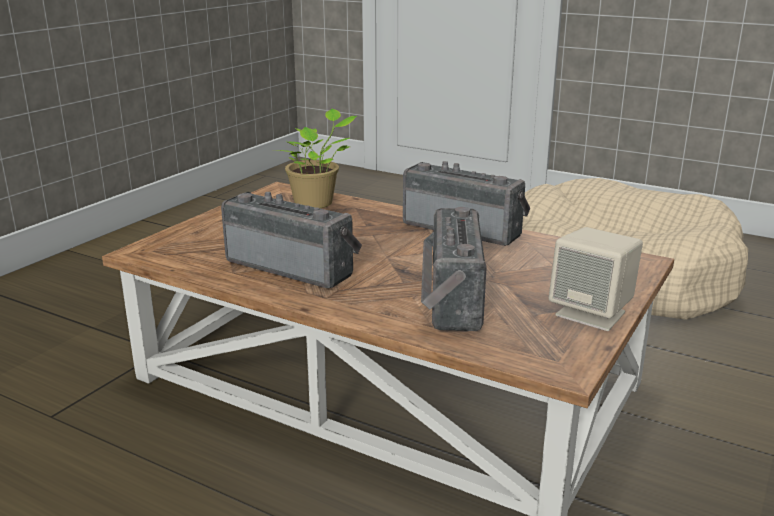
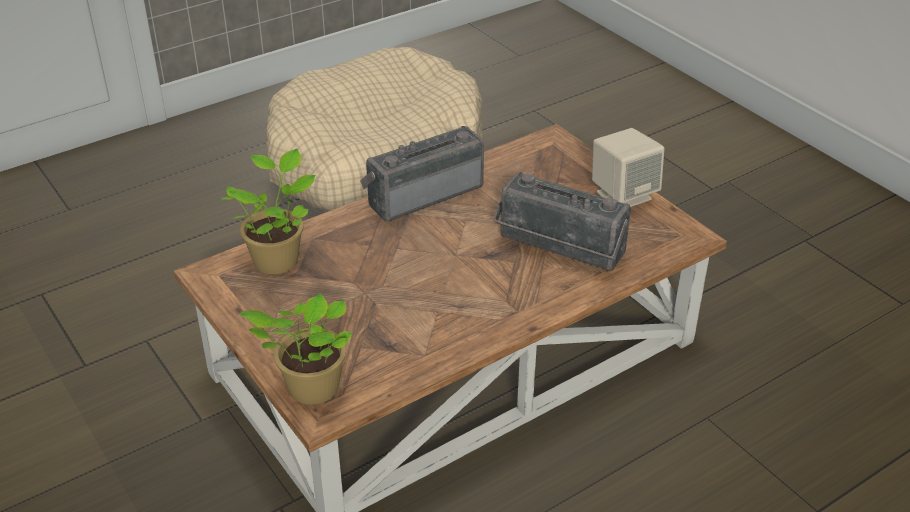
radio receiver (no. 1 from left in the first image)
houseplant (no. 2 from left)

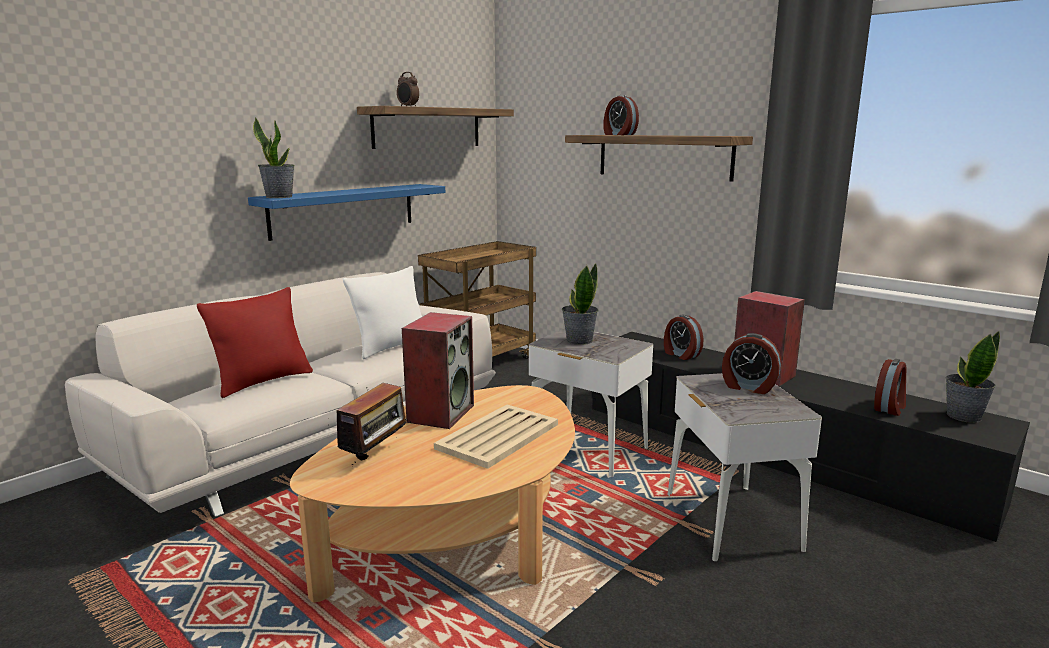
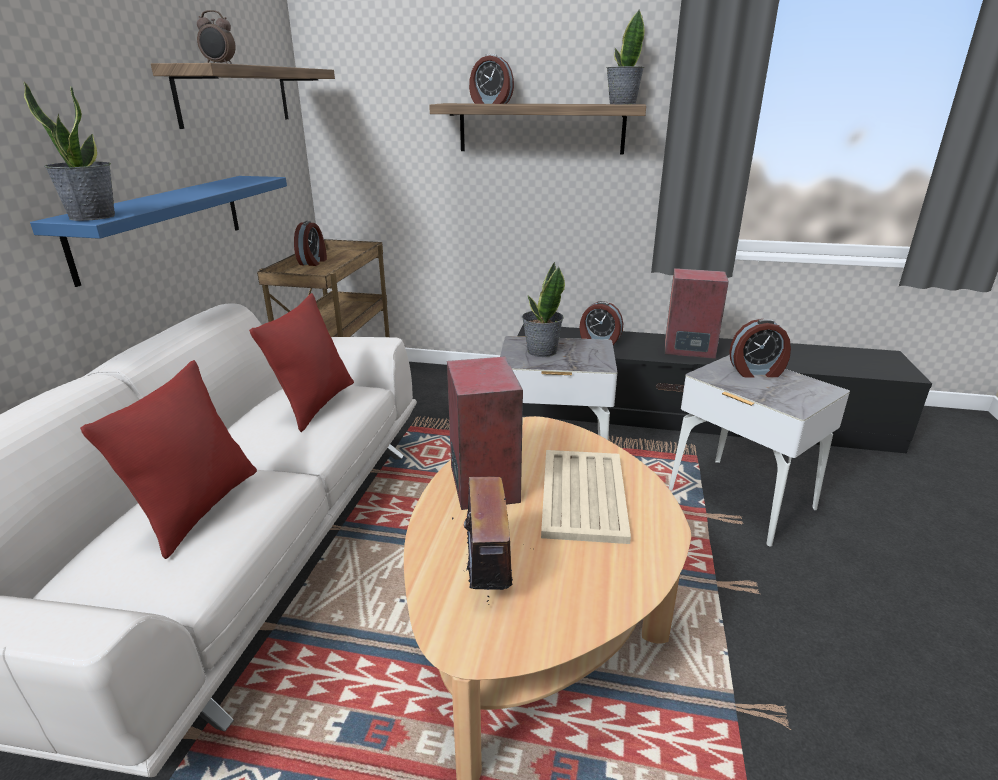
red-coloured pillow (no. 2 from left)
table clock (no. 2 from left)
houseplant (no. 3 from left)

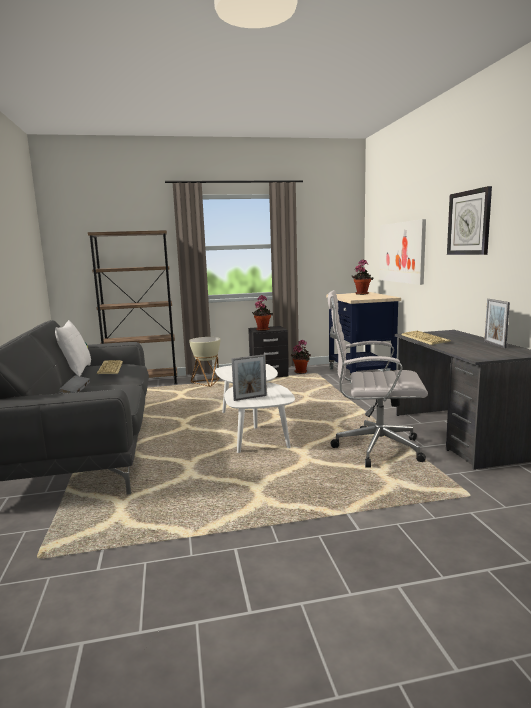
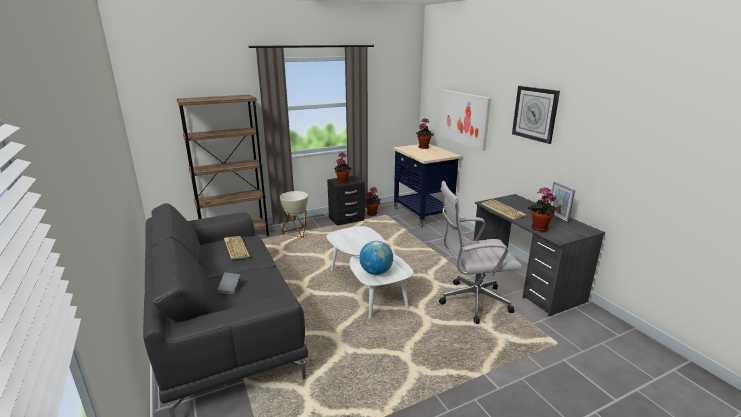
white pillow
desk globe
houseplant (no. 4 from left)

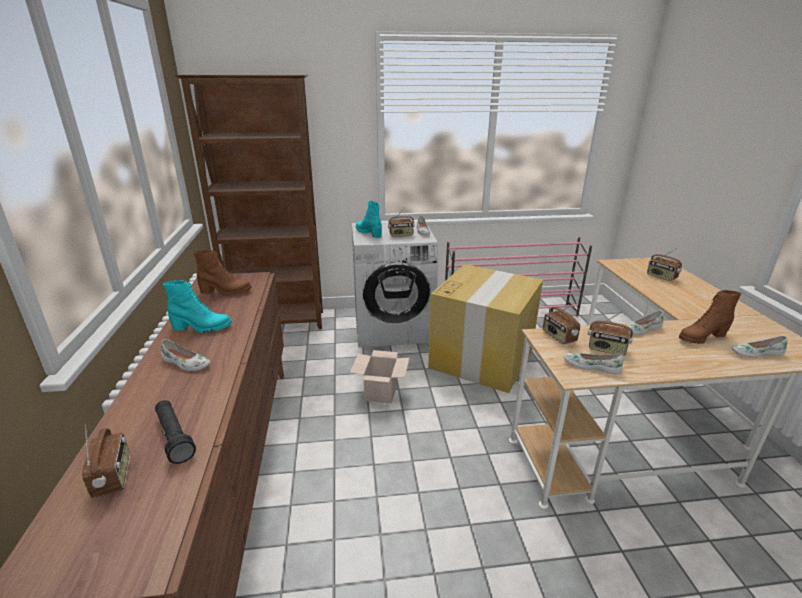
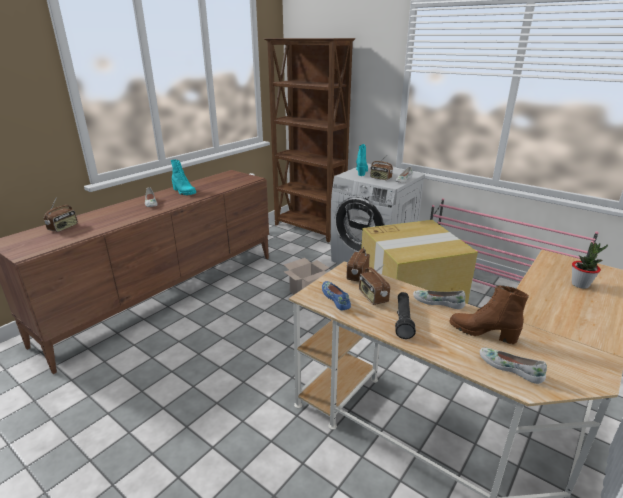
black-coloured flashlight
brownish boot (no. 1 from left in the first image)
blue low shoe
houseplant

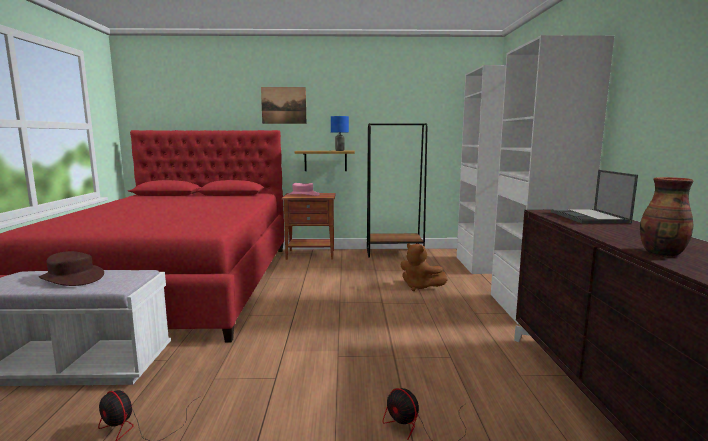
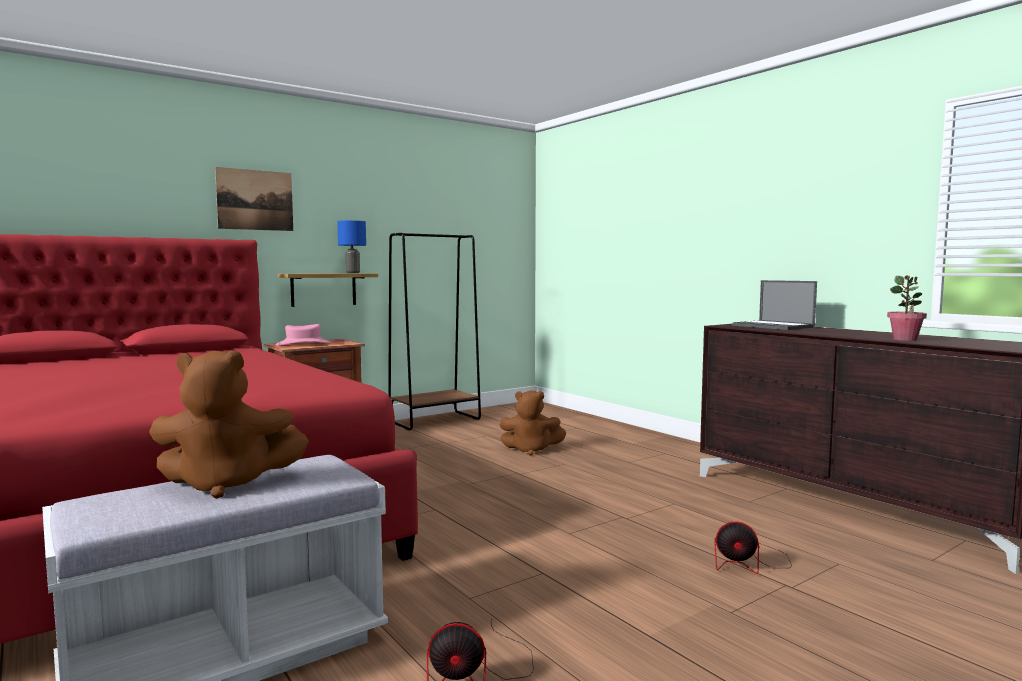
brownish plush toy (no. 1 from left)
white wardrobe
houseplant

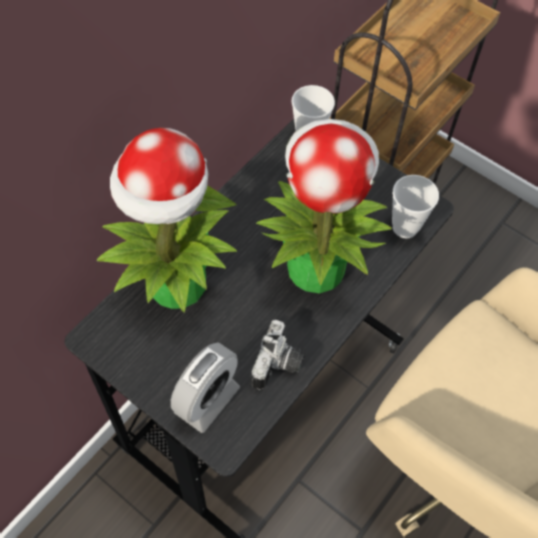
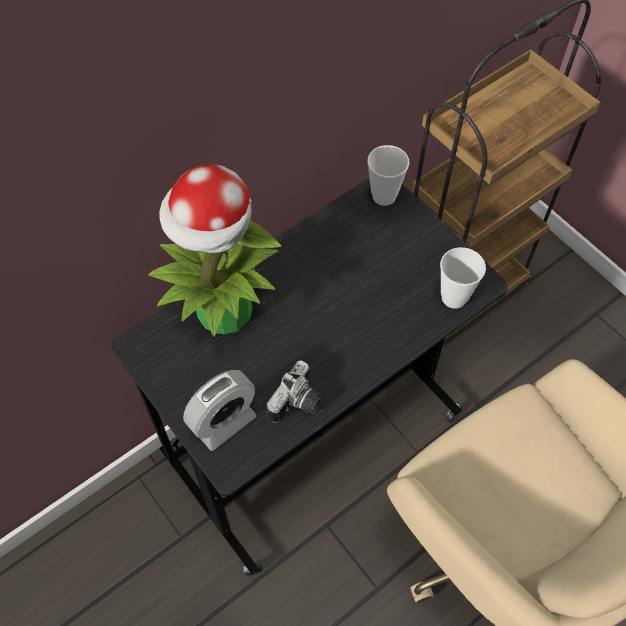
houseplant (no. 2 from left in the first image)

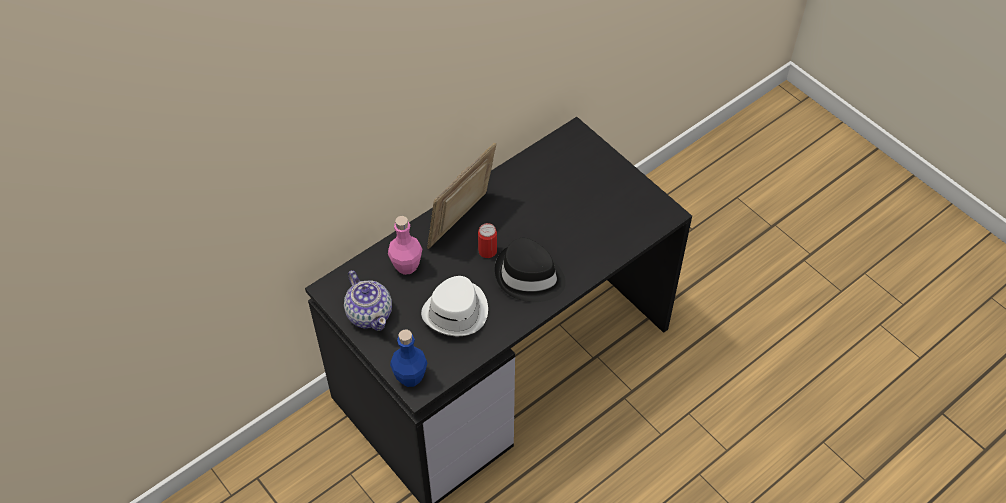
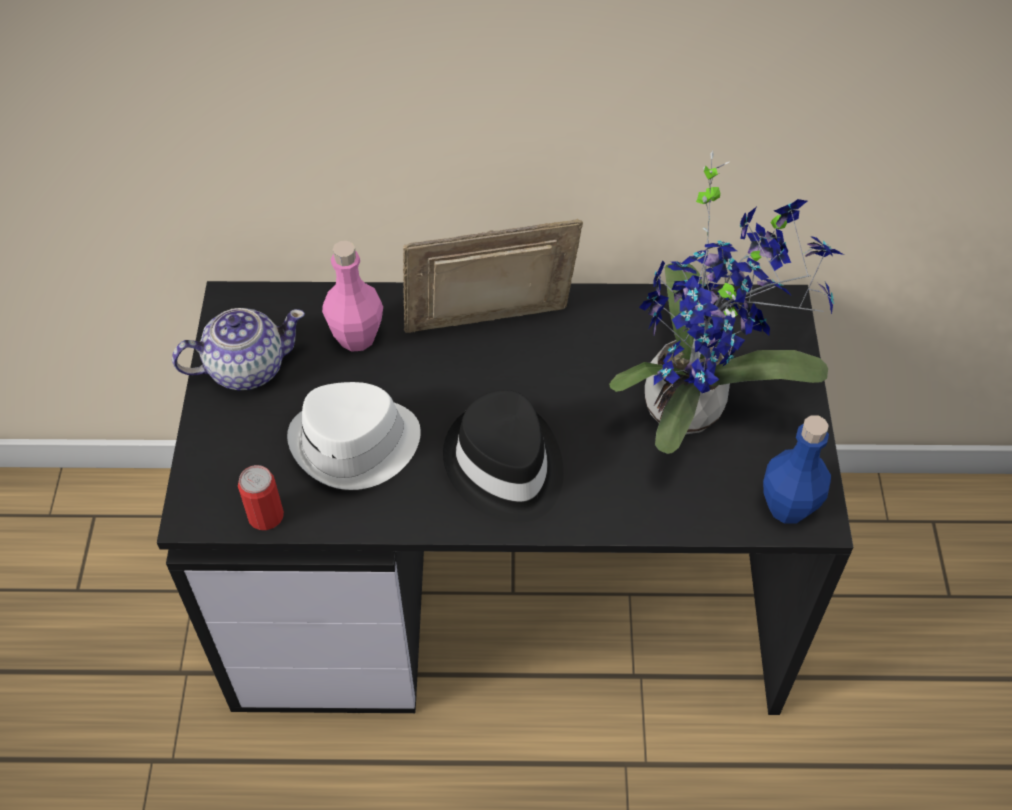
pot for tea
blue bottle
can
houseplant

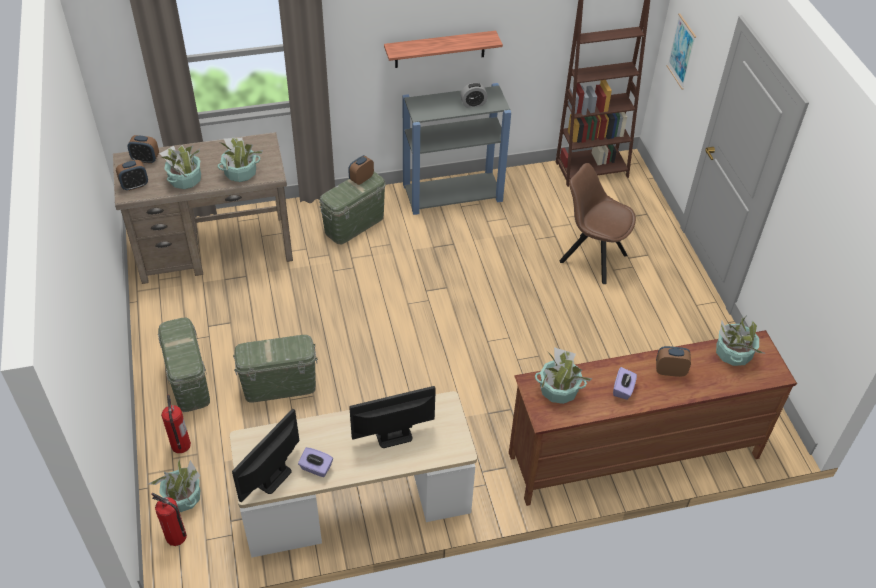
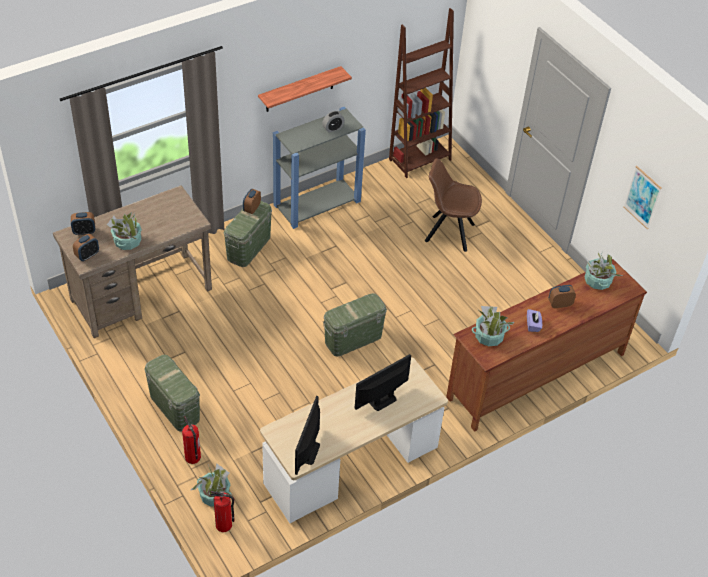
houseplant (no. 3 from left in the first image)
green storage container (no. 3 from left)
purple tissue holder (no. 1 from left in the first image)
wall picture

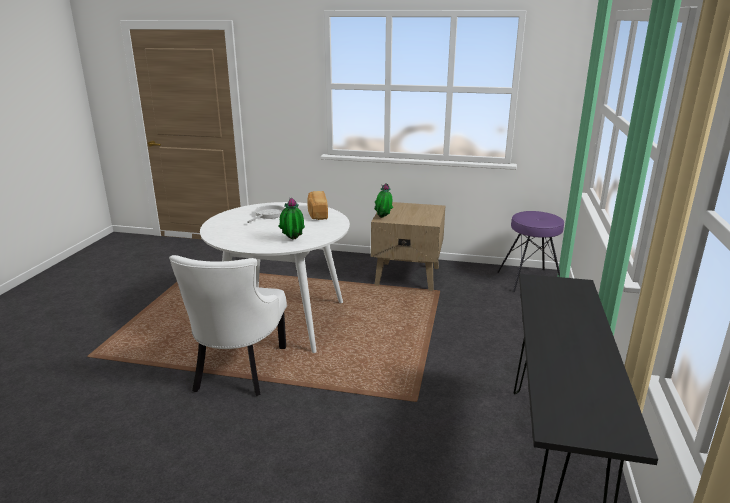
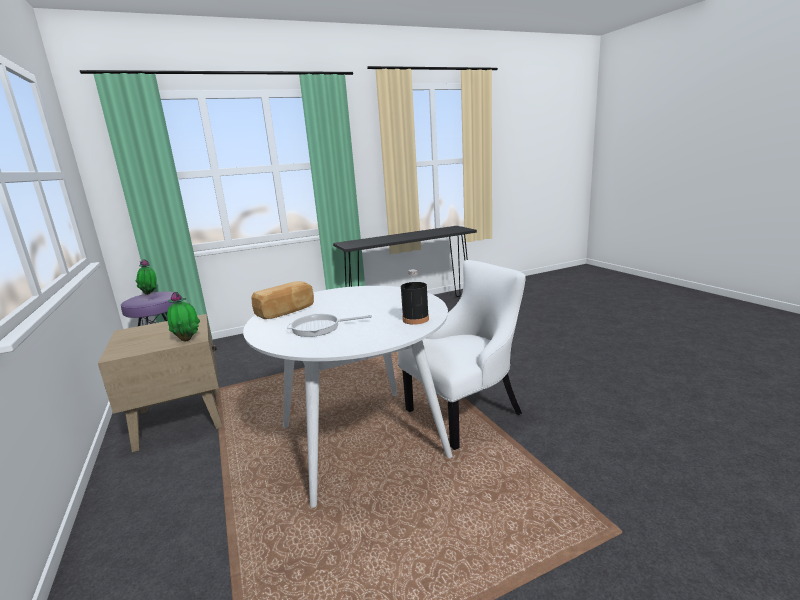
houseplant (no. 1 from left)
black-coloured bottle

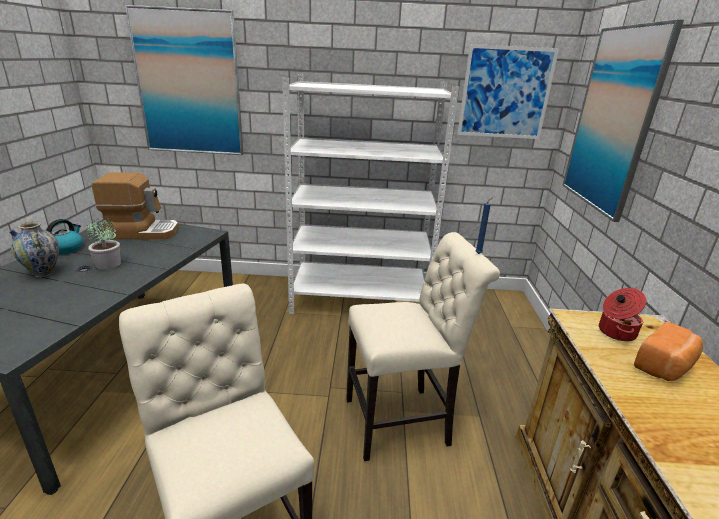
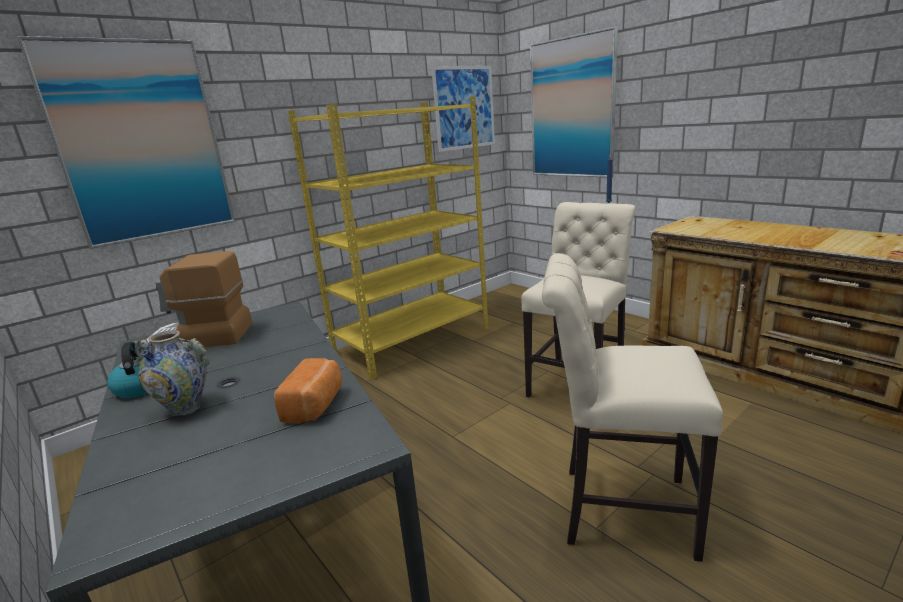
houseplant
coffee maker
yellow-coloured shelving unit
saucepot
bakery bread

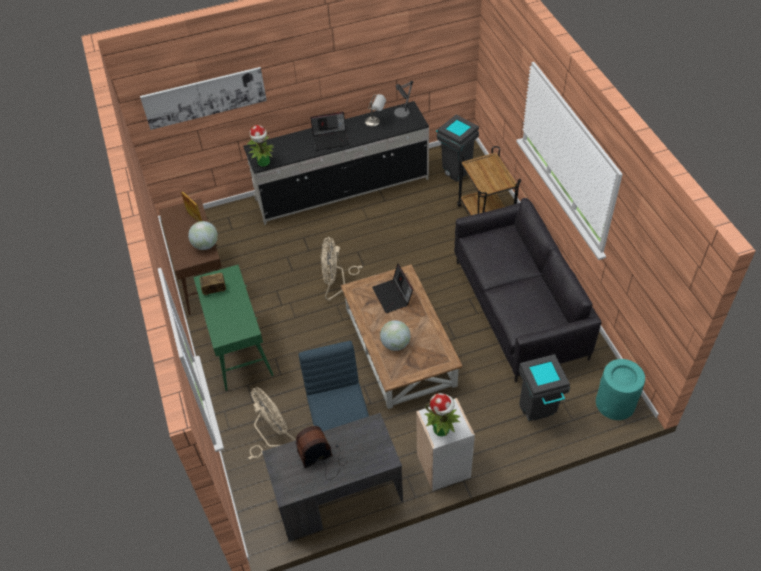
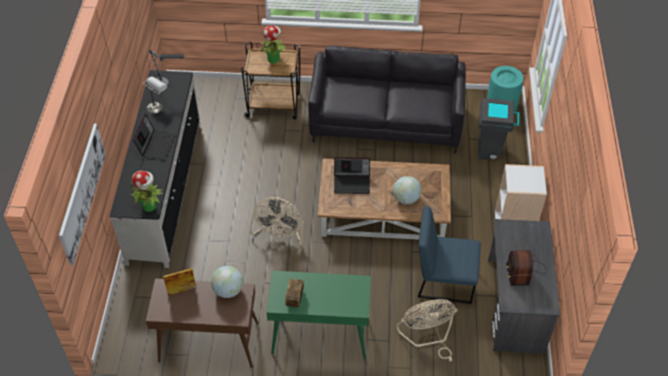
houseplant (no. 2 from left)
gray waste bin (no. 1 from left in the first image)

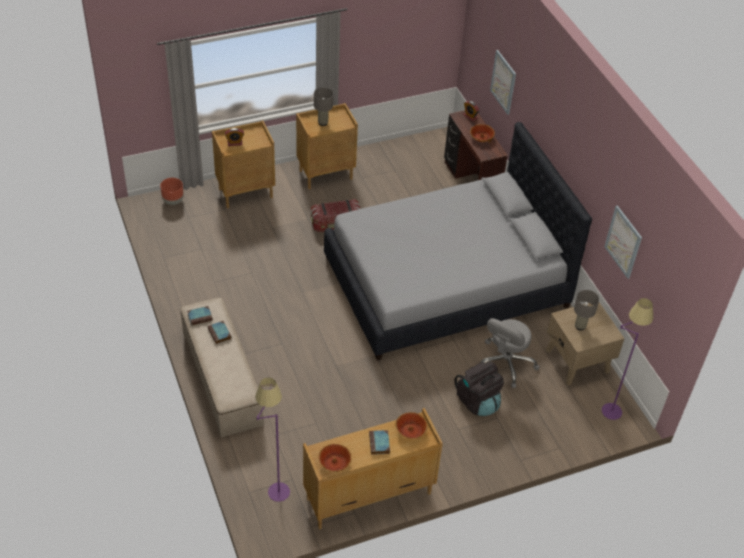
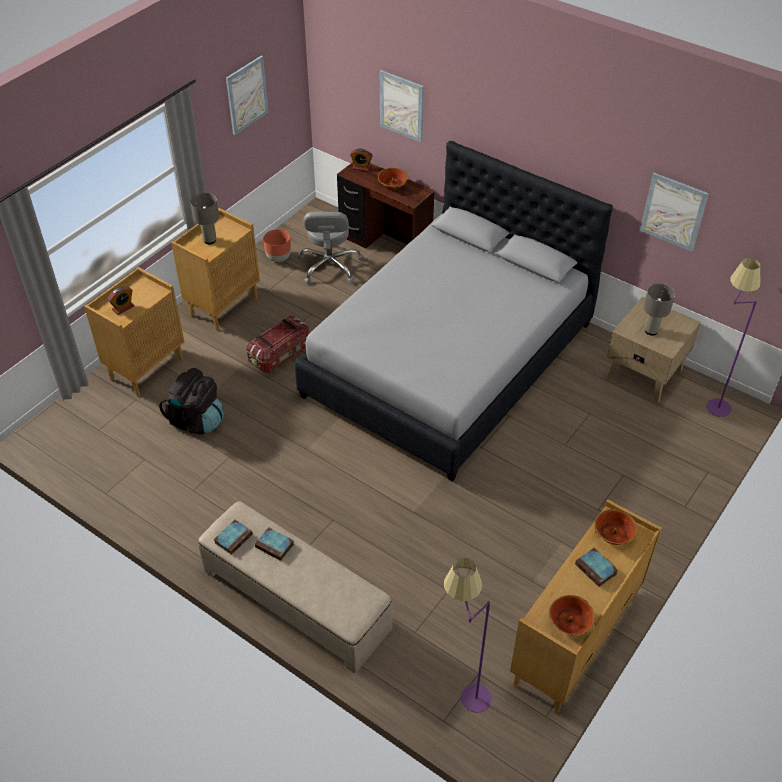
brownish flower pot
black-coloured rucksack
gray computer chair
wall picture (no. 1 from left)

